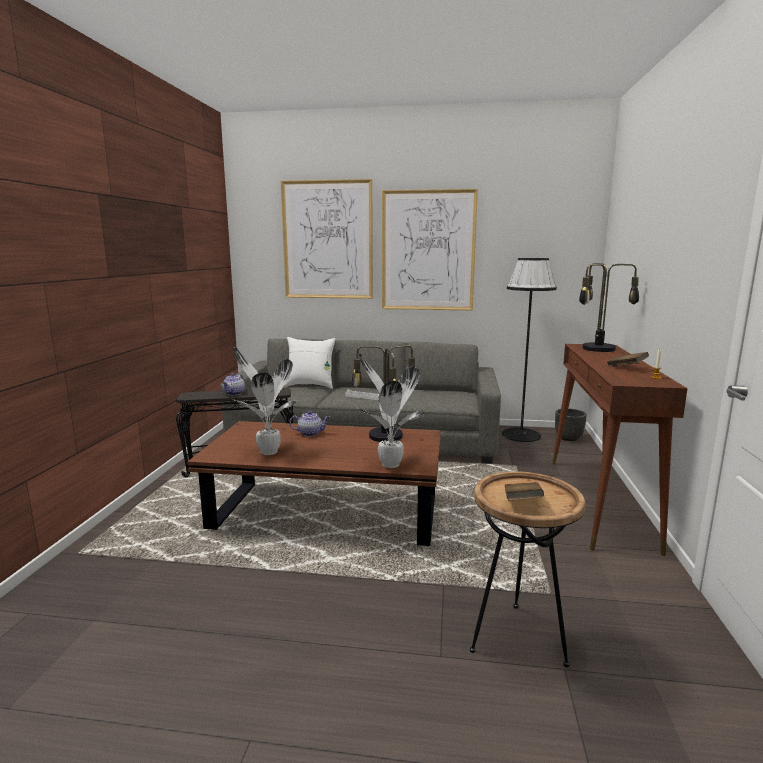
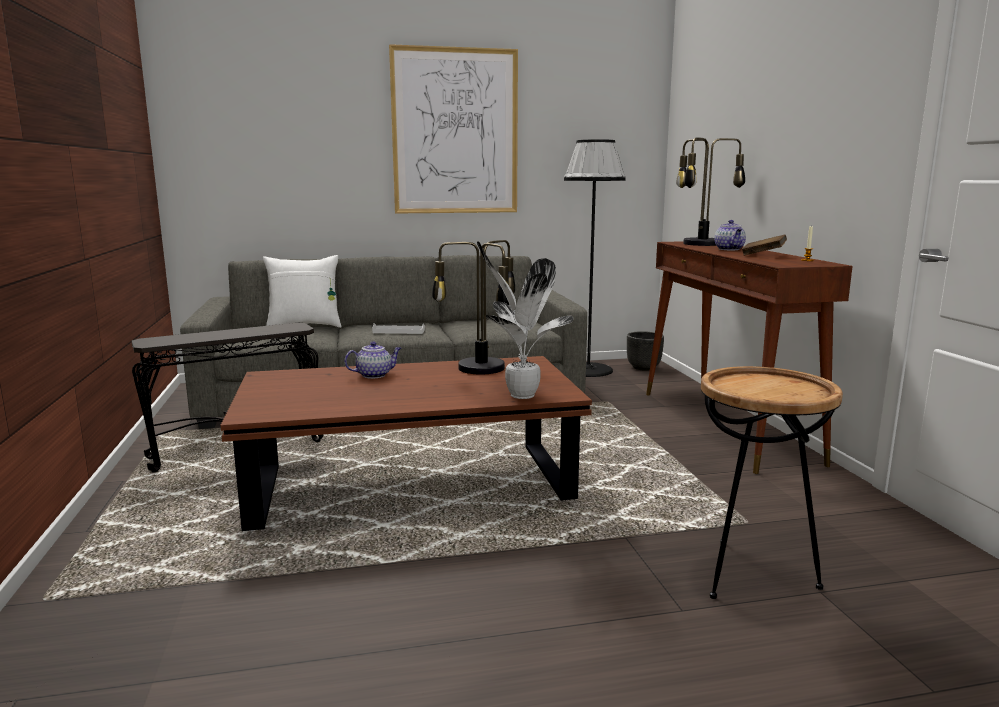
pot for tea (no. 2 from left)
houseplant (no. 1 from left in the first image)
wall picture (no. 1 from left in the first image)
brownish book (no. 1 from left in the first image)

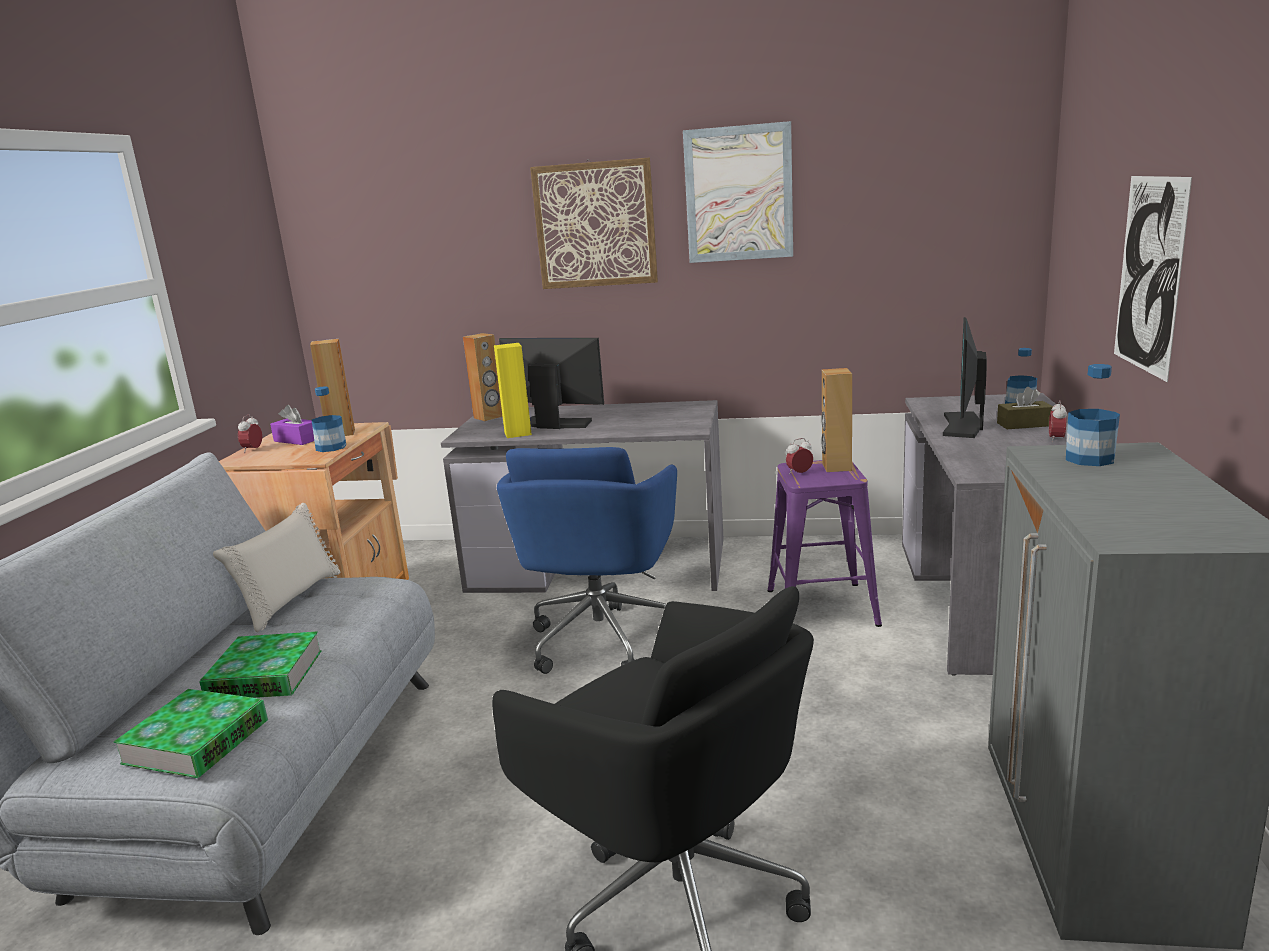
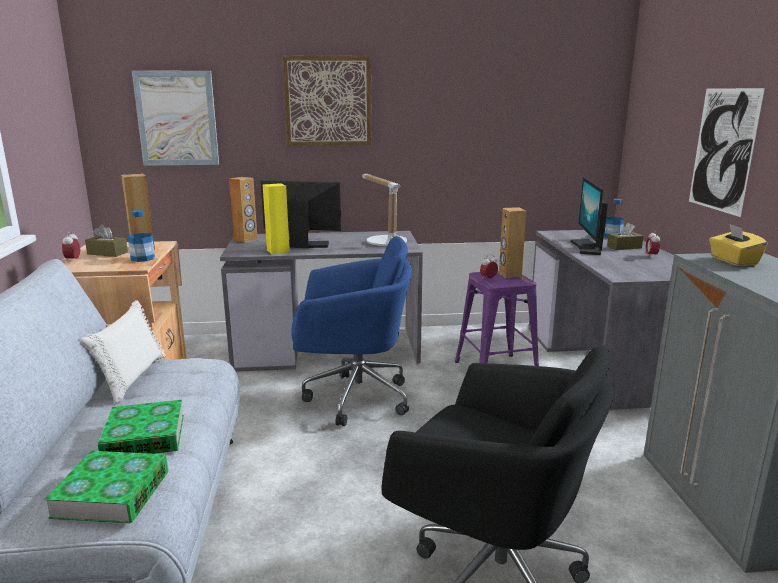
brownish tissue holder (no. 1 from left)
blue computer chair
wall picture (no. 1 from left)
yellow-coloured tissue holder
lamp for a table

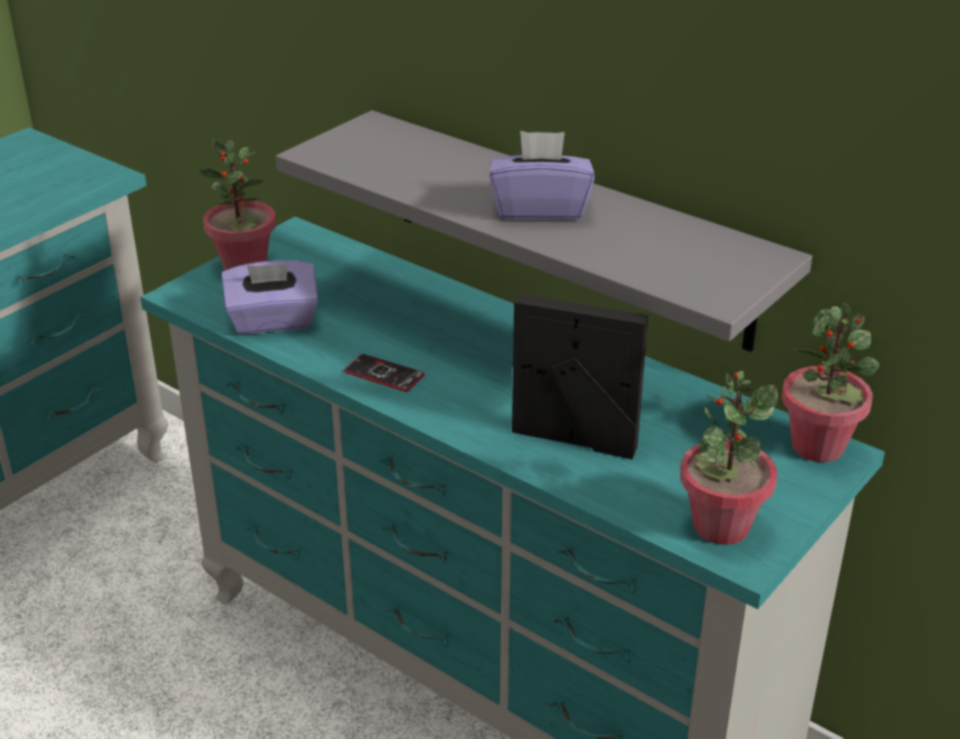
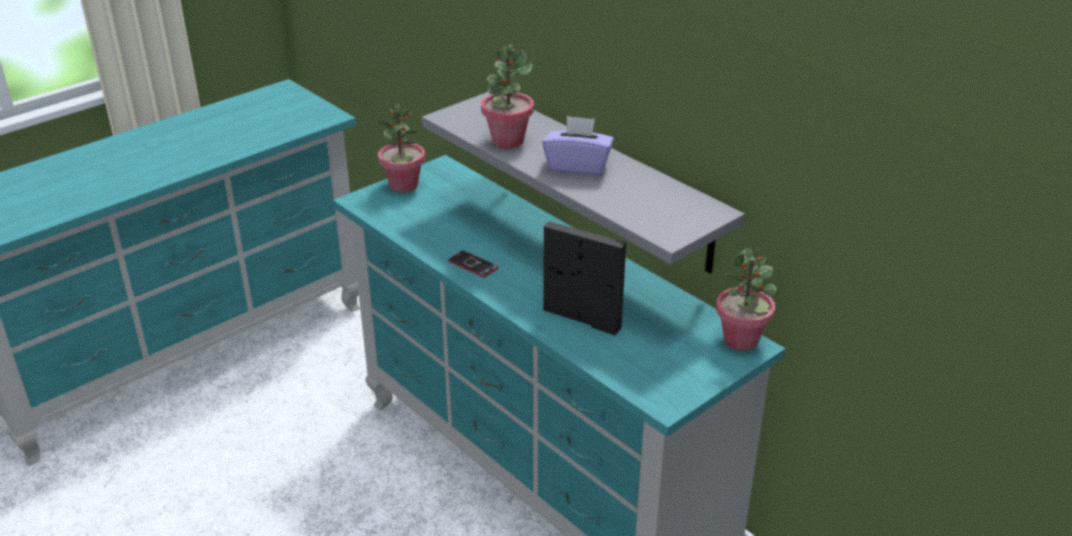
purple tissue holder (no. 1 from left in the first image)
houseplant (no. 2 from left)

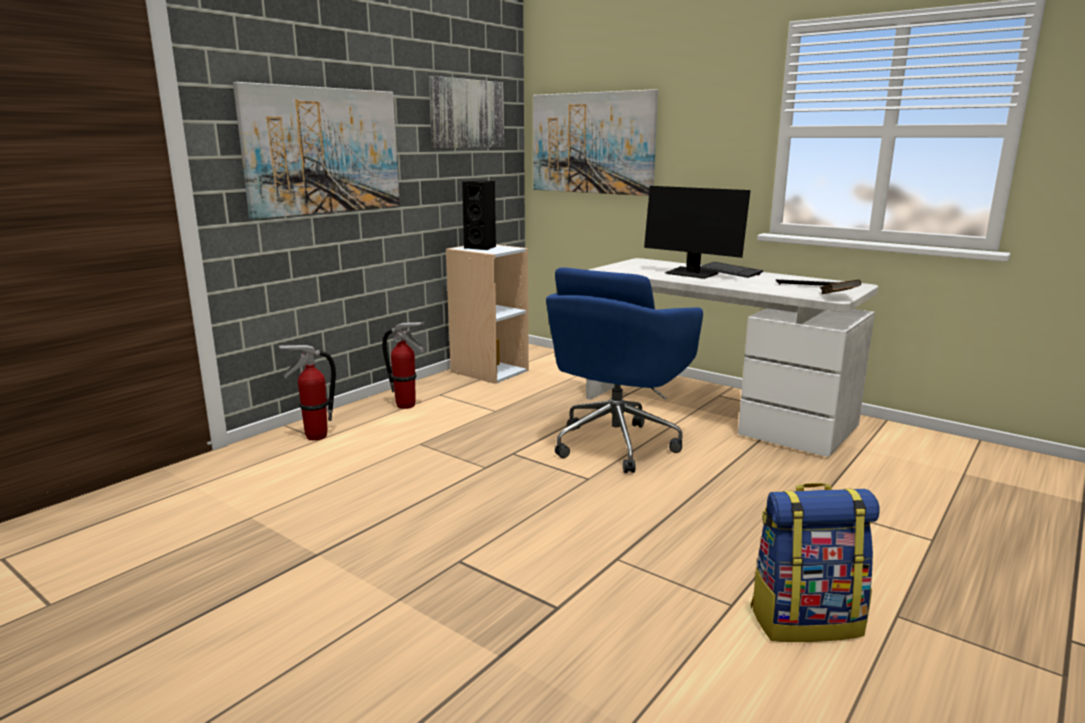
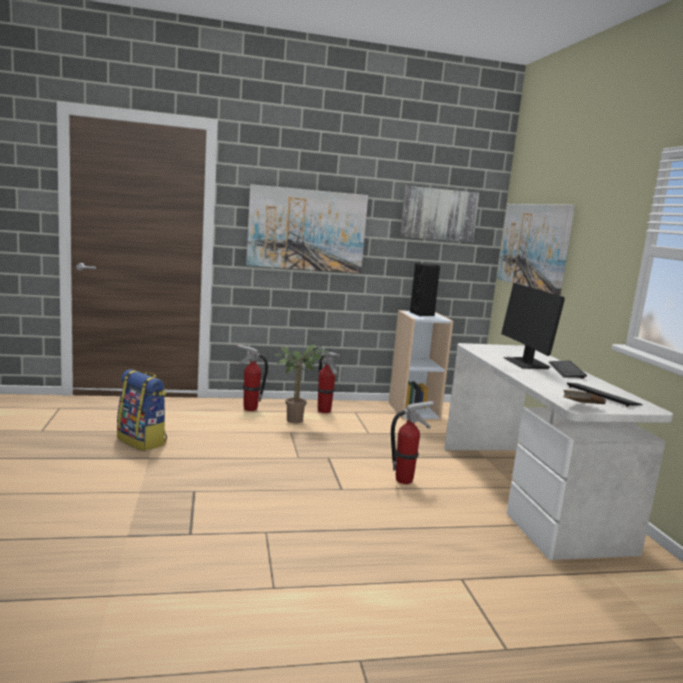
fire-fighting cylinder (no. 3 from left)
rucksack
houseplant

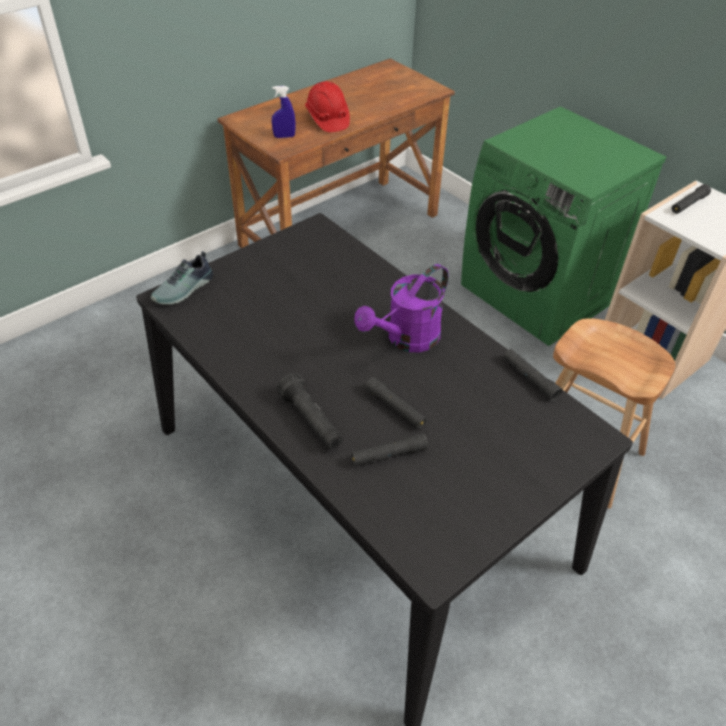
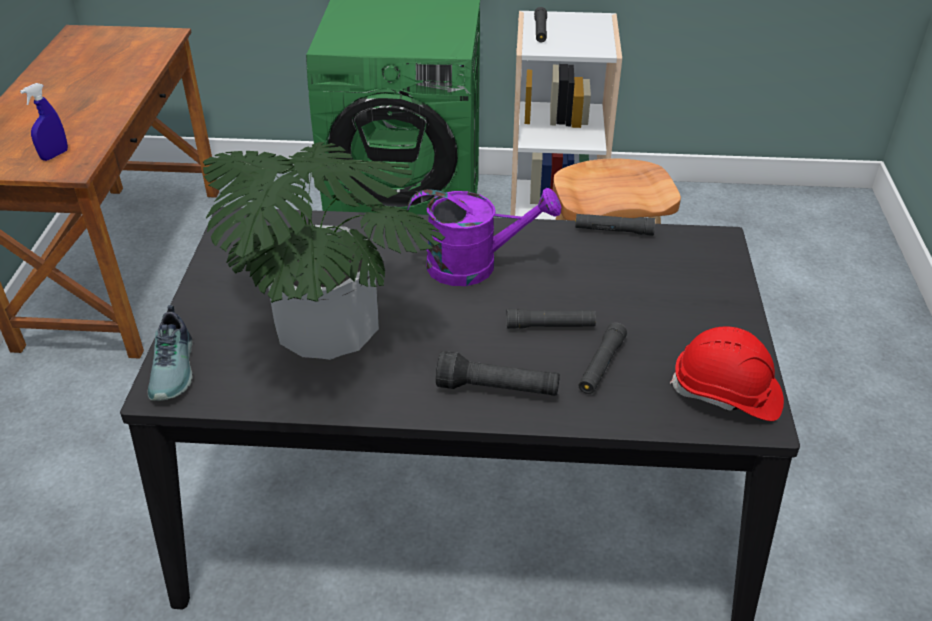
red-coloured hard hat
purple sprinkling can
houseplant

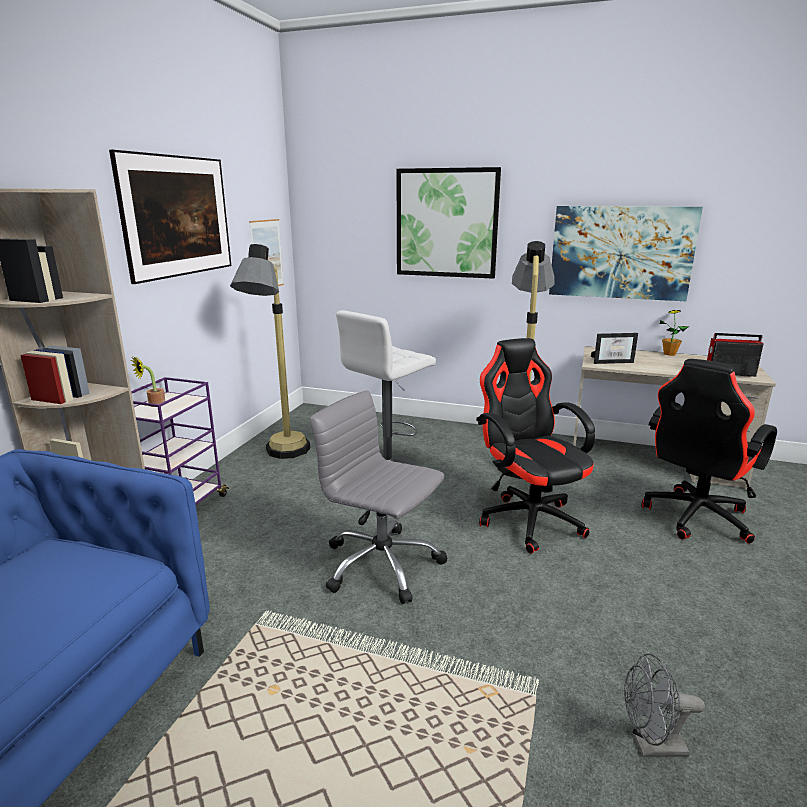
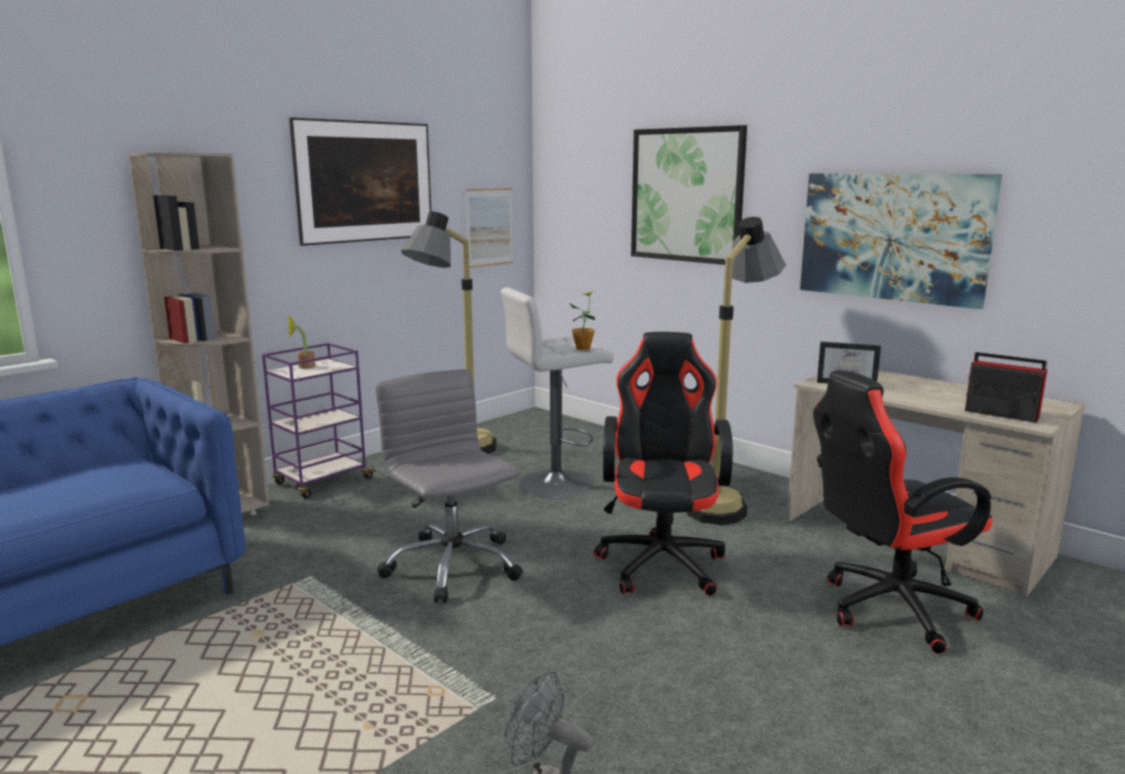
houseplant (no. 2 from left)

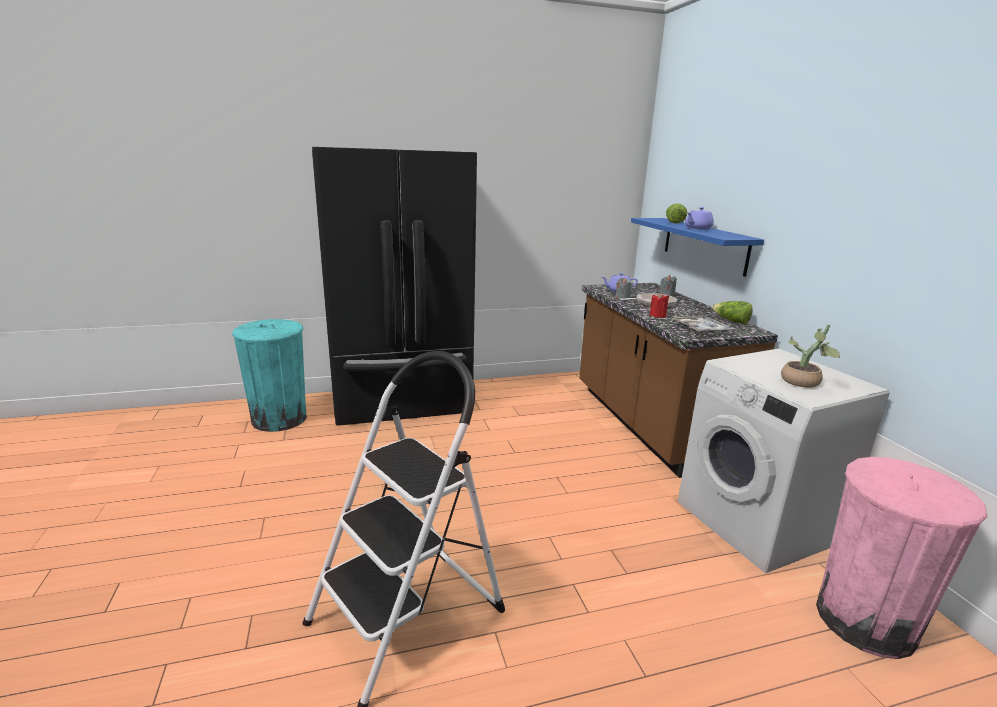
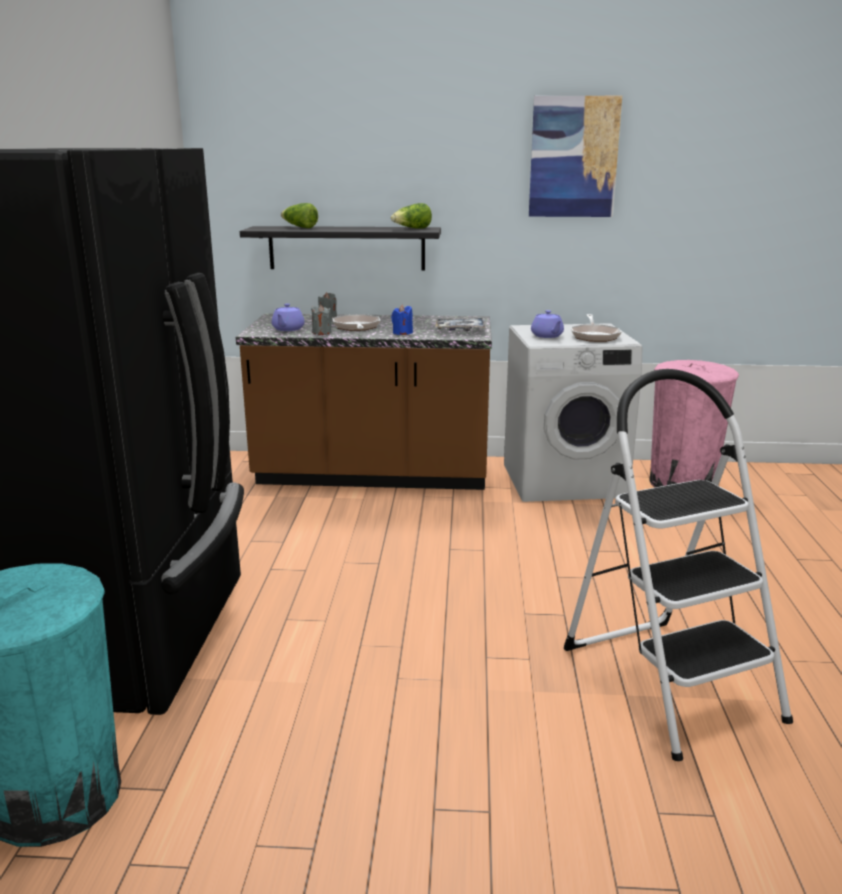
black-coloured bracket shelf
blue wax light
purple pot for tea (no. 2 from left)
lettuce (no. 2 from left)
pan (no. 2 from left)
wall picture

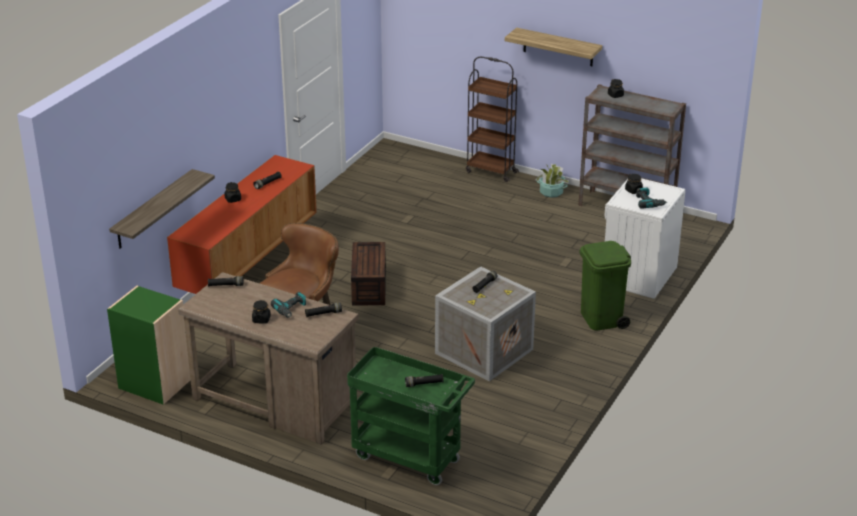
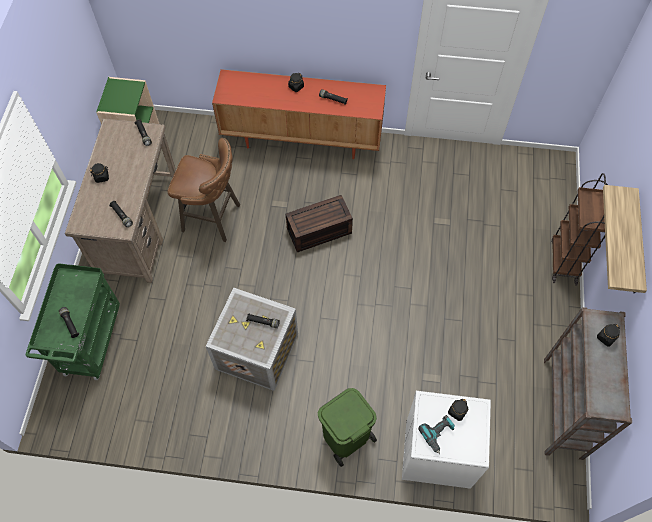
bracket shelf (no. 1 from left in the first image)
drill (no. 1 from left in the first image)
houseplant

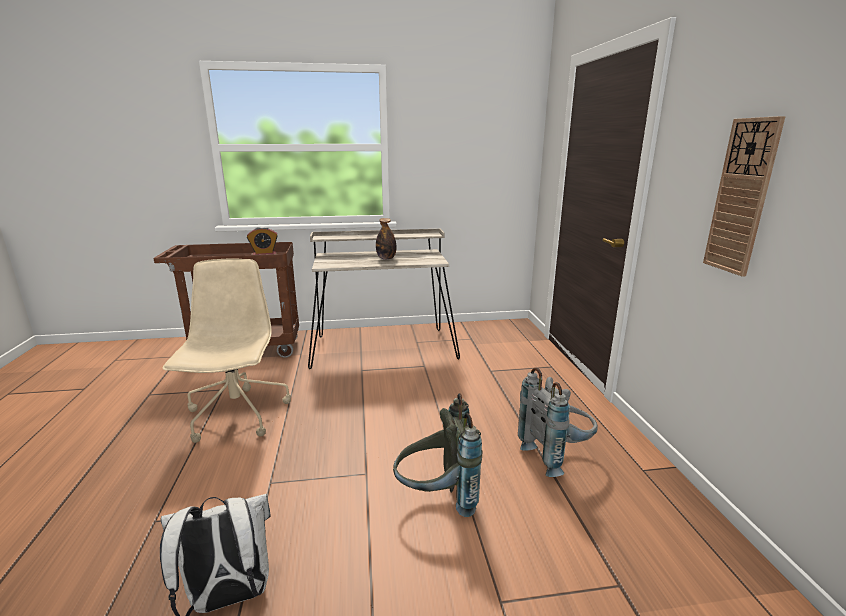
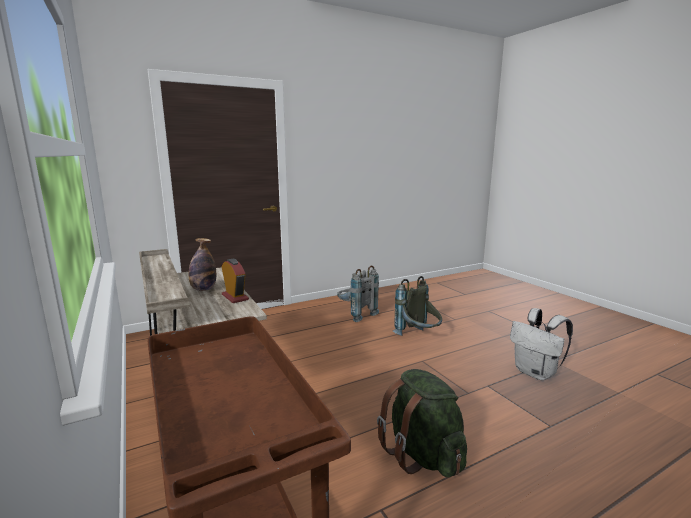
green rucksack
table clock
hanging clock

